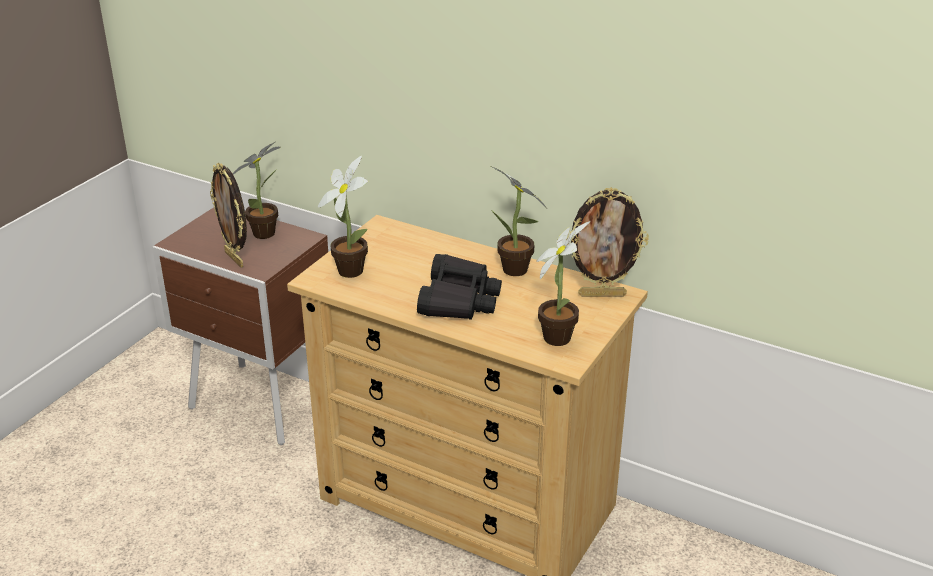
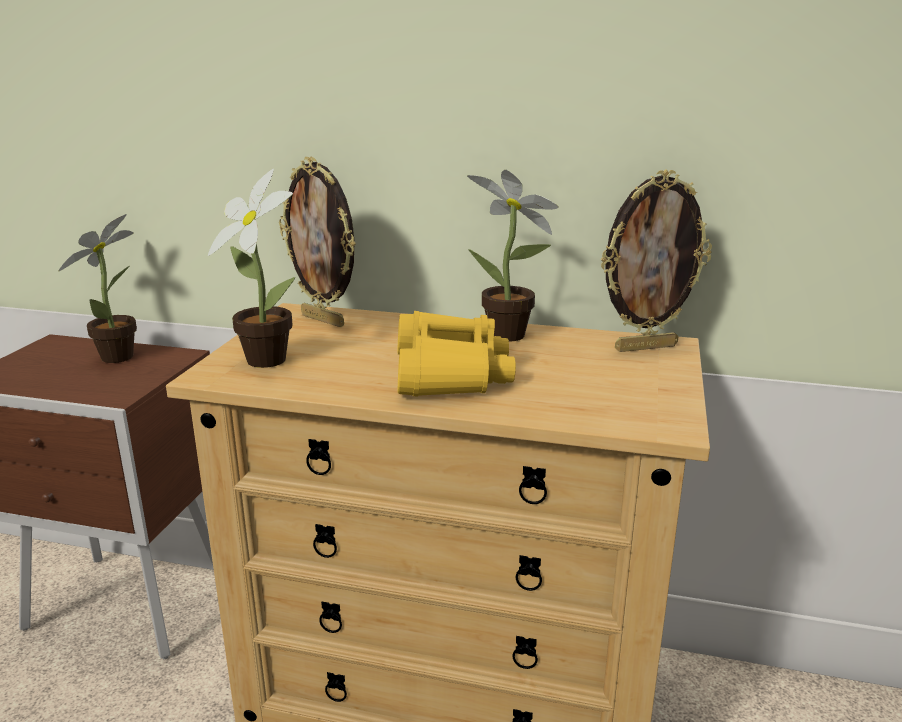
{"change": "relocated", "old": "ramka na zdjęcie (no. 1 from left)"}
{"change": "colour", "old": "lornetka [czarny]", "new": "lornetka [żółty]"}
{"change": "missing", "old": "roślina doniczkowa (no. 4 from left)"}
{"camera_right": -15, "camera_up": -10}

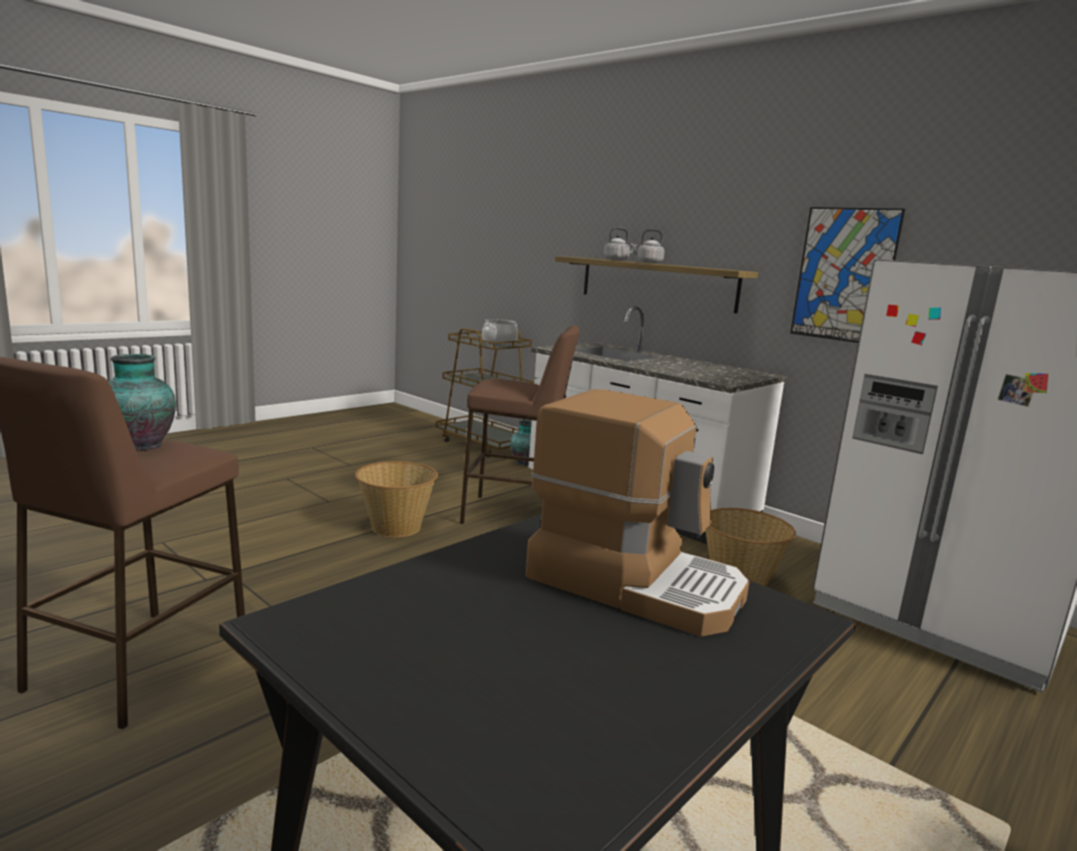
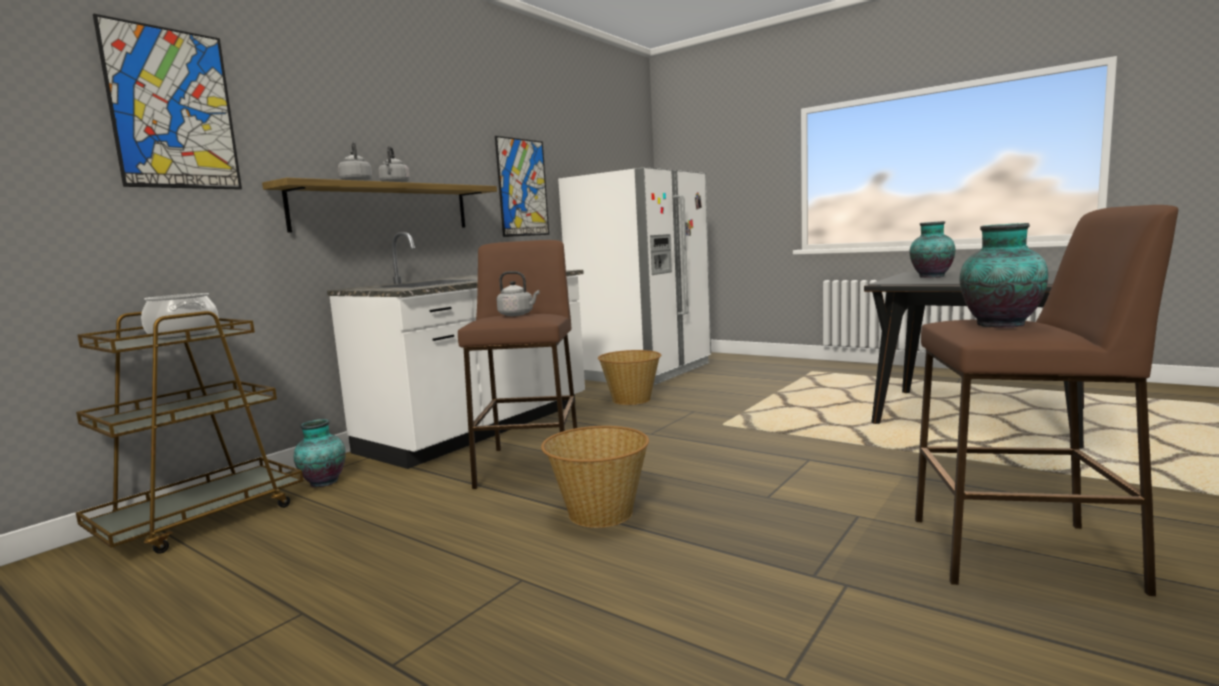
{"change": "appeared", "new": "obraz (no. 1 from left)"}
{"change": "appeared", "new": "czajnik [szary] (no. 3 from left)"}
{"change": "exchanged", "old": "ekspres do kawy", "new": "wazon (no. 2 from left)"}
{"camera_right": -95, "camera_up": -5}

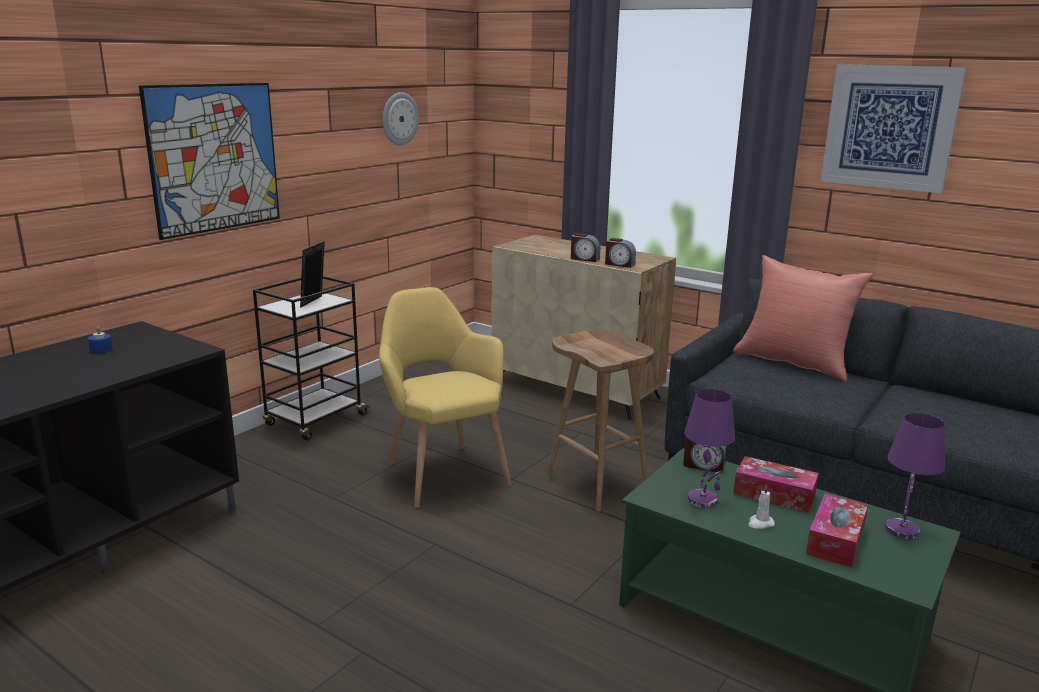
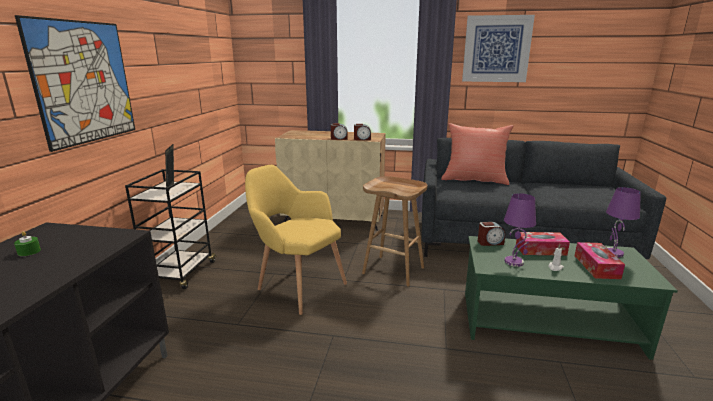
{"change": "colour", "old": "świeca [niebieski]", "new": "świeca [zielony]"}
{"change": "missing", "old": "zegar ścienny"}
{"camera_right": -25, "camera_up": 0}

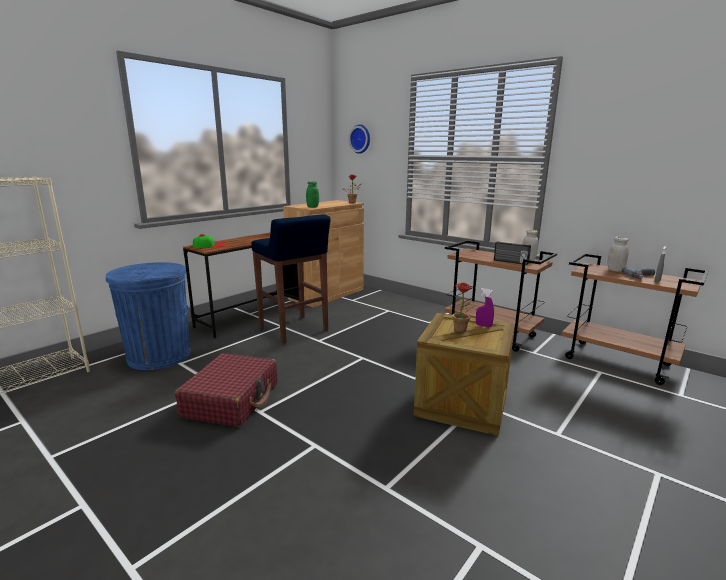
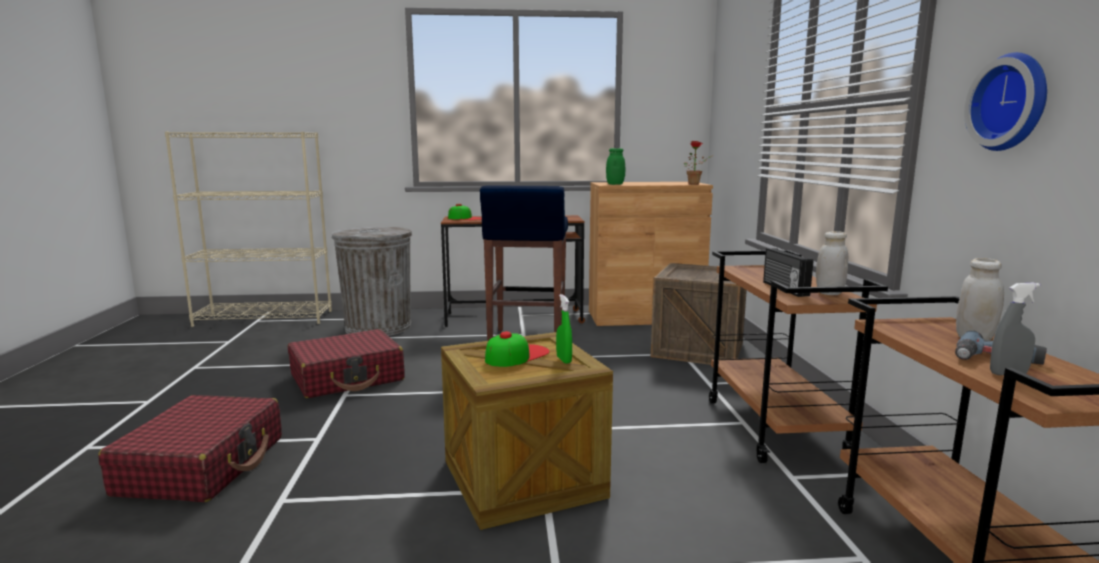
{"change": "appeared", "new": "walizka [czerwony] (no. 1 from left)"}
{"change": "colour", "old": "kosz na śmieci [niebieski]", "new": "kosz na śmieci [szary]"}
{"change": "exchanged", "old": "roślina doniczkowa (no. 2 from left)", "new": "czapka z daszkiem (no. 2 from left)"}
{"change": "colour", "old": "spryskiwacz [fioletowy]", "new": "spryskiwacz [zielony]"}
{"change": "appeared", "new": "skrzynka (no. 2 from left)"}
{"change": "relocated", "old": "zegar ścienny"}
{"camera_right": 45, "camera_up": -5}

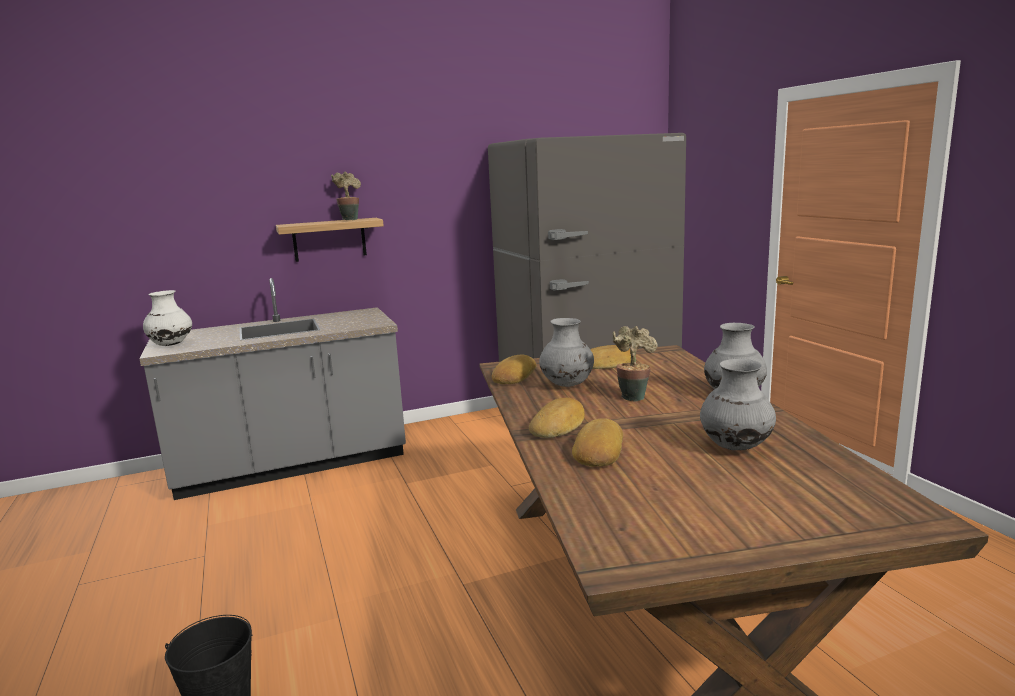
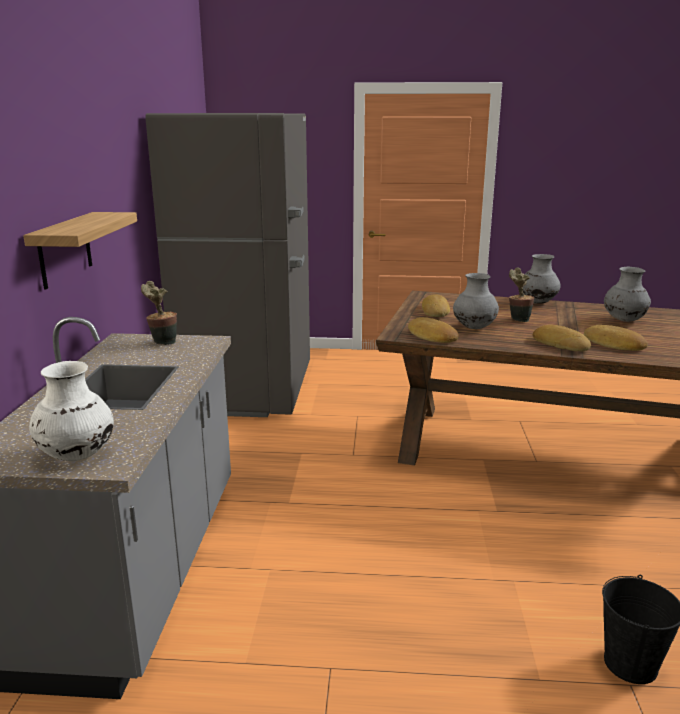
{"change": "relocated", "old": "roślina doniczkowa (no. 1 from left)"}
{"camera_right": -65, "camera_up": 5}

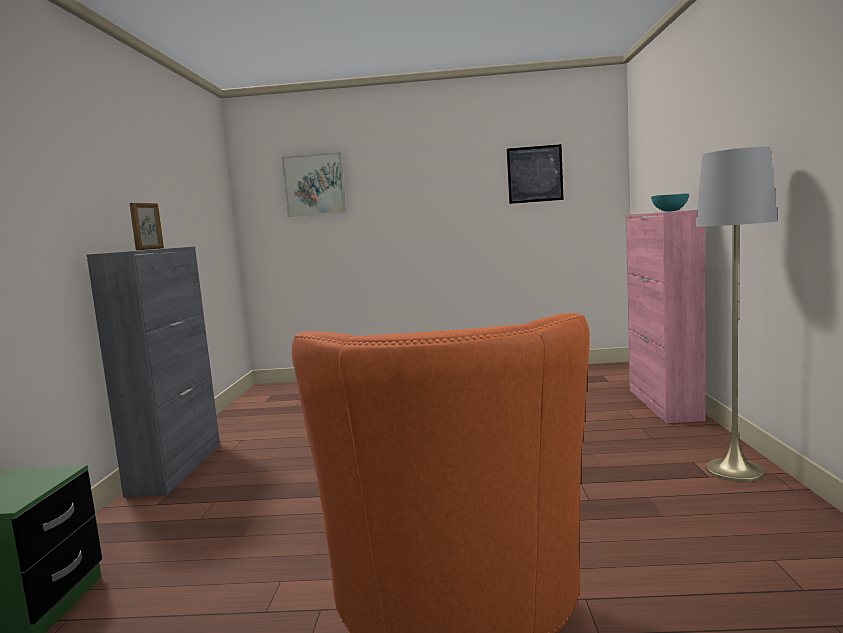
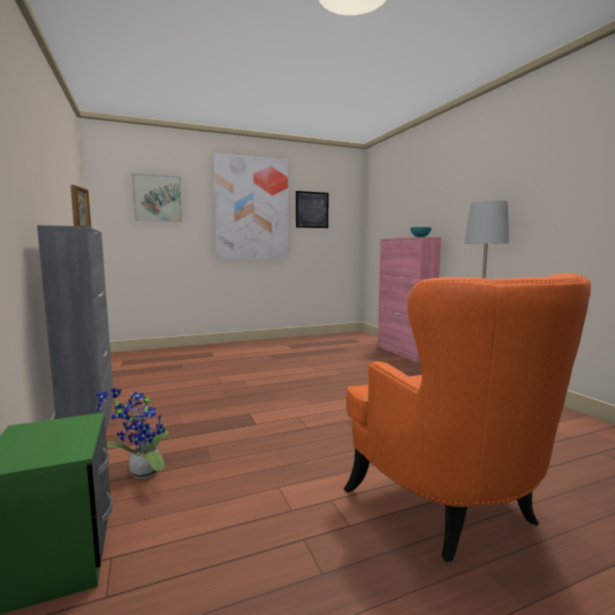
{"change": "appeared", "new": "roślina doniczkowa"}
{"change": "appeared", "new": "obraz (no. 2 from left)"}
{"camera_right": -25, "camera_up": 0}

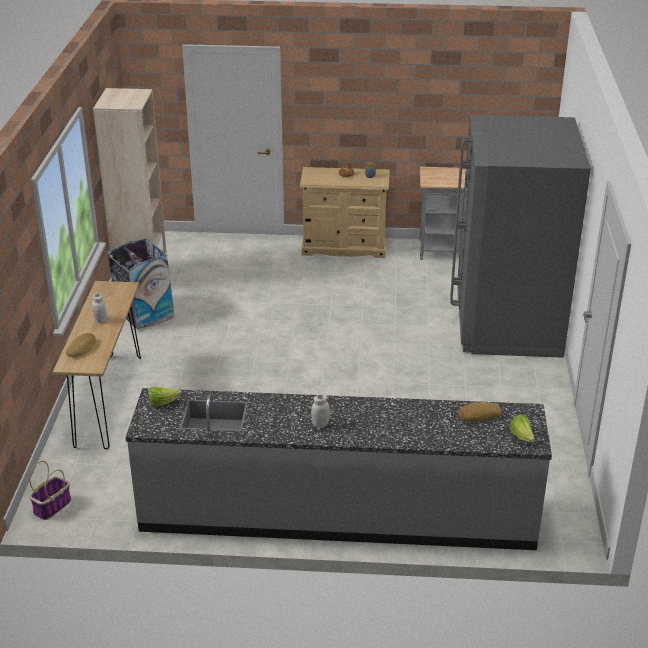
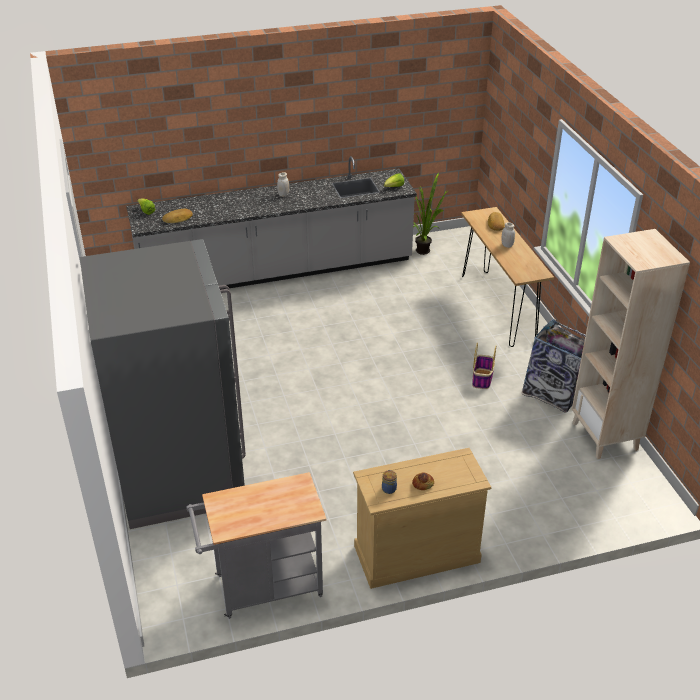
{"change": "appeared", "new": "roślina doniczkowa"}
{"change": "relocated", "old": "koszyk"}
{"camera_right": 160, "camera_up": 5}

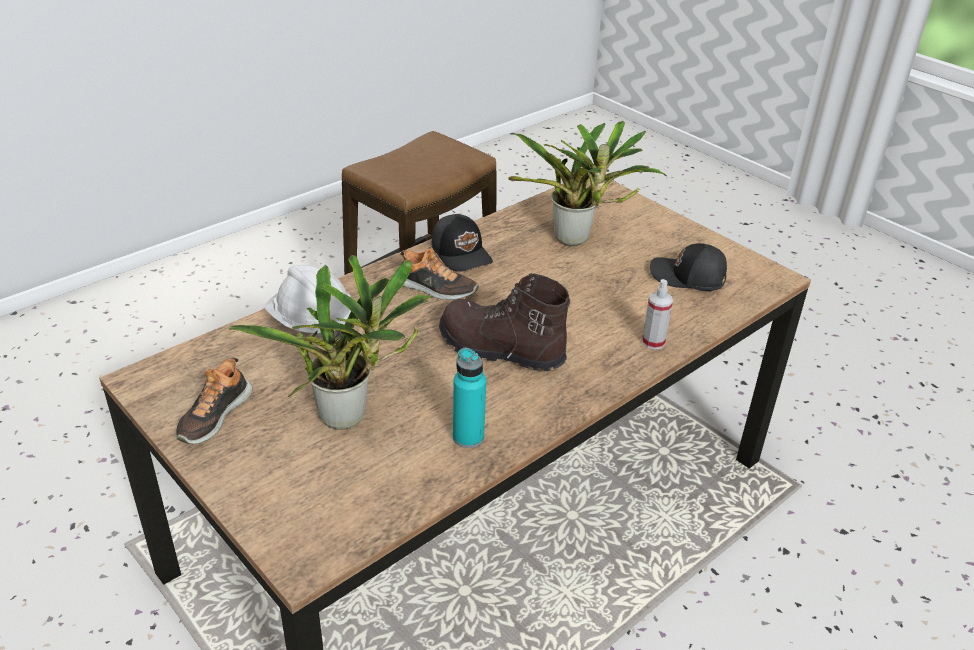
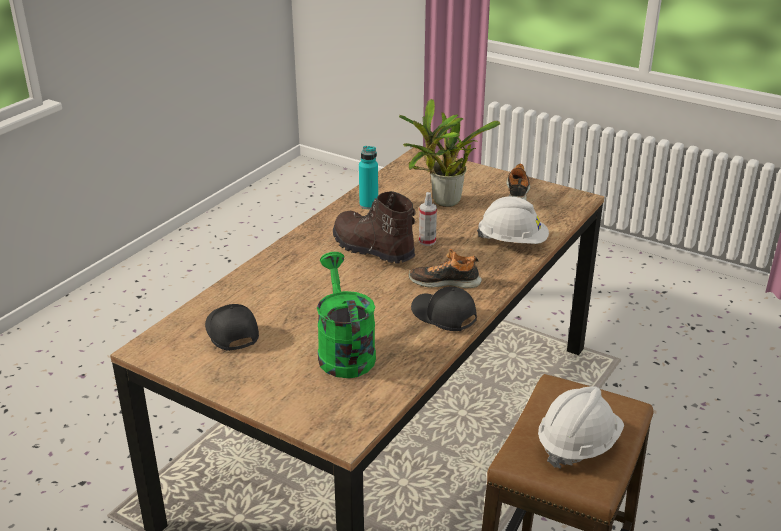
{"change": "spun", "old": "czapka z daszkiem [czarny] (no. 2 from left in the first image)", "degrees": -120}
{"change": "exchanged", "old": "roślina doniczkowa (no. 2 from left)", "new": "konewka [zielony]"}
{"change": "spun", "old": "but z cholewką [brązowy]", "degrees": -150}
{"change": "relocated", "old": "spryskiwacz"}
{"change": "appeared", "new": "kask [biały] (no. 2 from left)"}
{"camera_right": 165, "camera_up": -5}

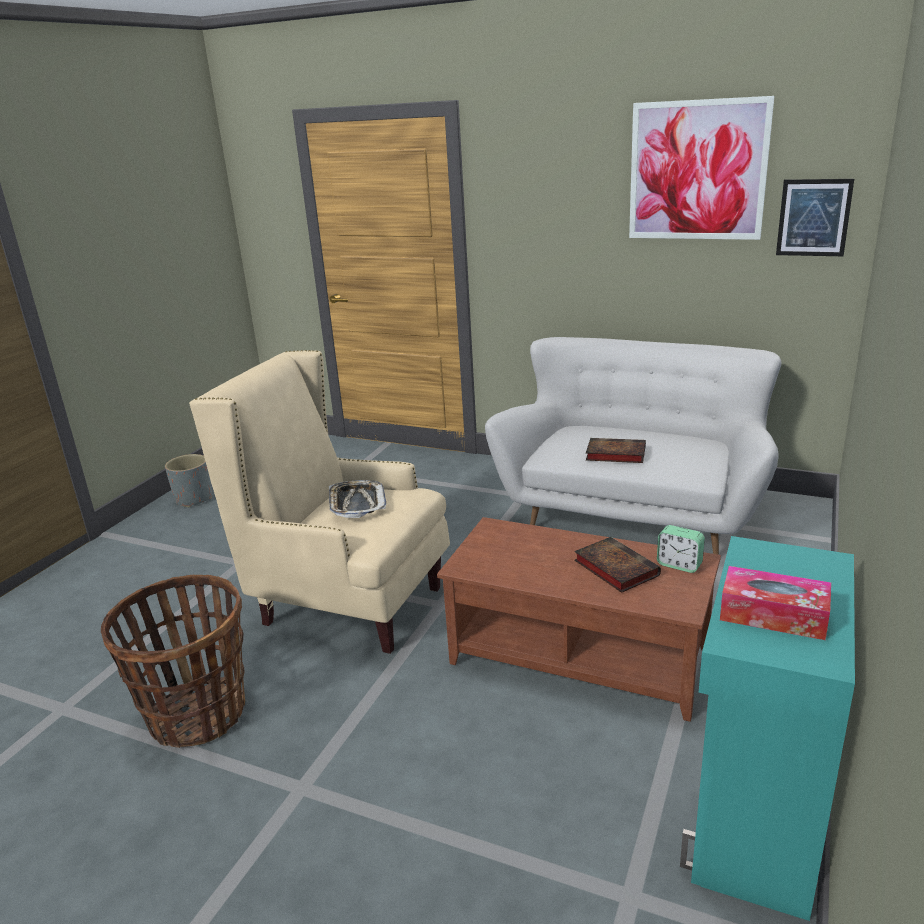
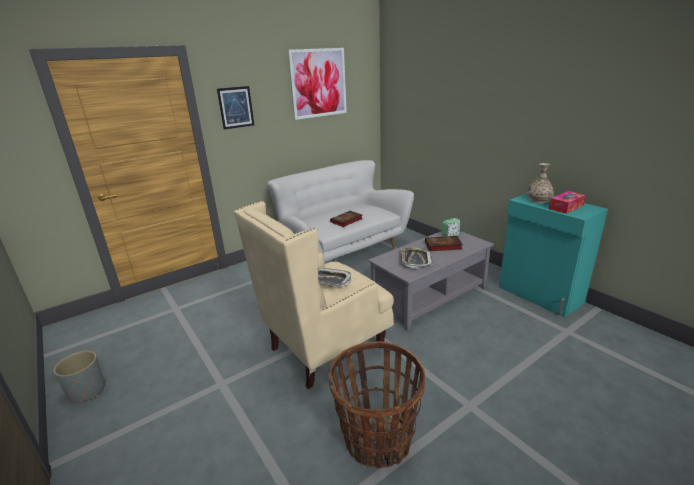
{"change": "relocated", "old": "obraz (no. 2 from left in the first image)", "new": "obraz (no. 1 from left)"}
{"change": "colour", "old": "ława [brązowy]", "new": "ława [szary]"}
{"change": "appeared", "new": "taca (no. 2 from left)"}
{"change": "appeared", "new": "wazon"}
{"camera_right": -60, "camera_up": 0}

